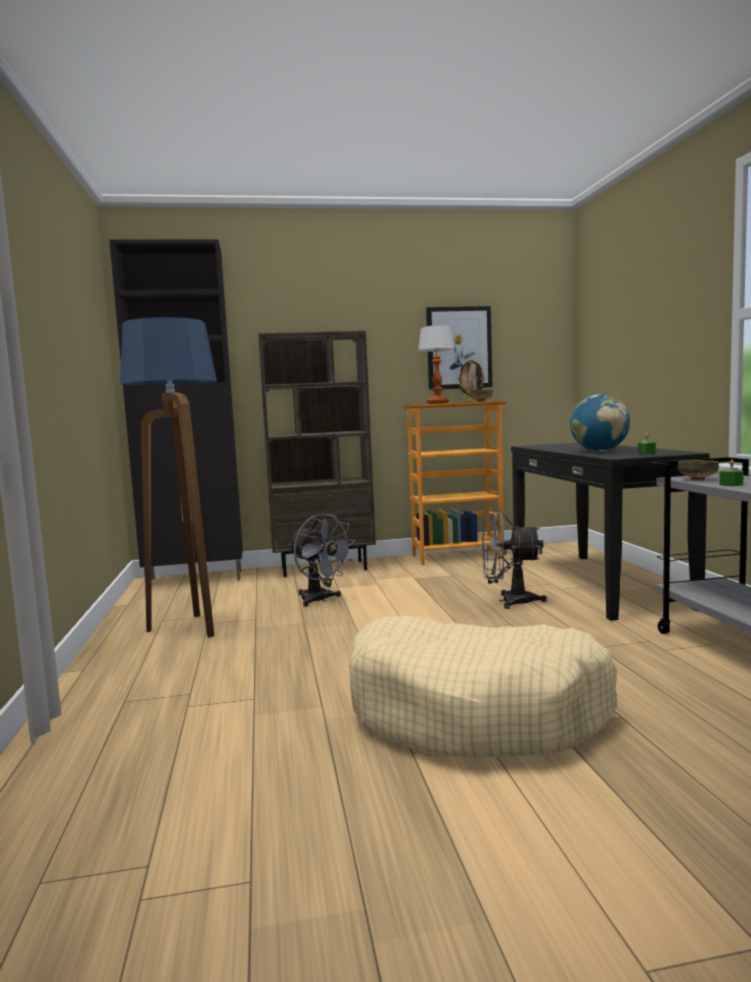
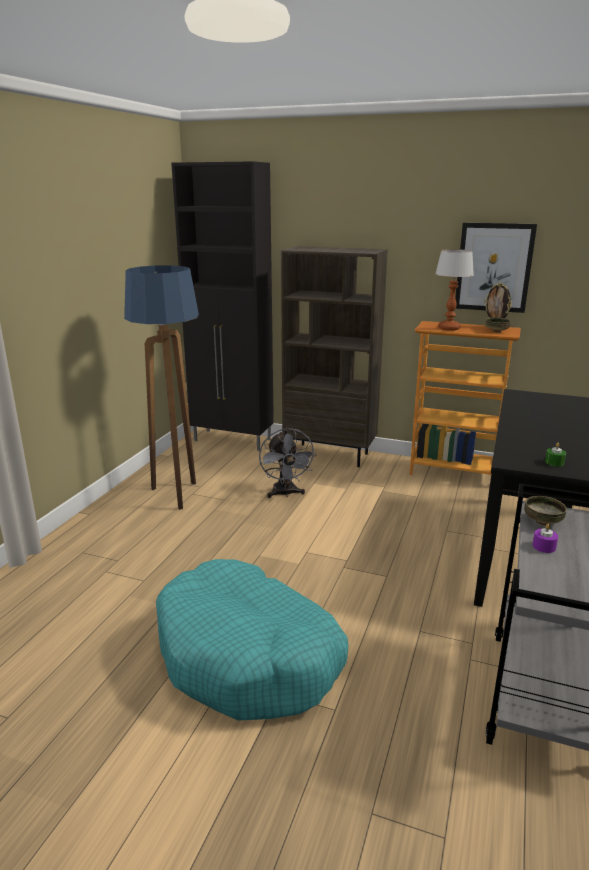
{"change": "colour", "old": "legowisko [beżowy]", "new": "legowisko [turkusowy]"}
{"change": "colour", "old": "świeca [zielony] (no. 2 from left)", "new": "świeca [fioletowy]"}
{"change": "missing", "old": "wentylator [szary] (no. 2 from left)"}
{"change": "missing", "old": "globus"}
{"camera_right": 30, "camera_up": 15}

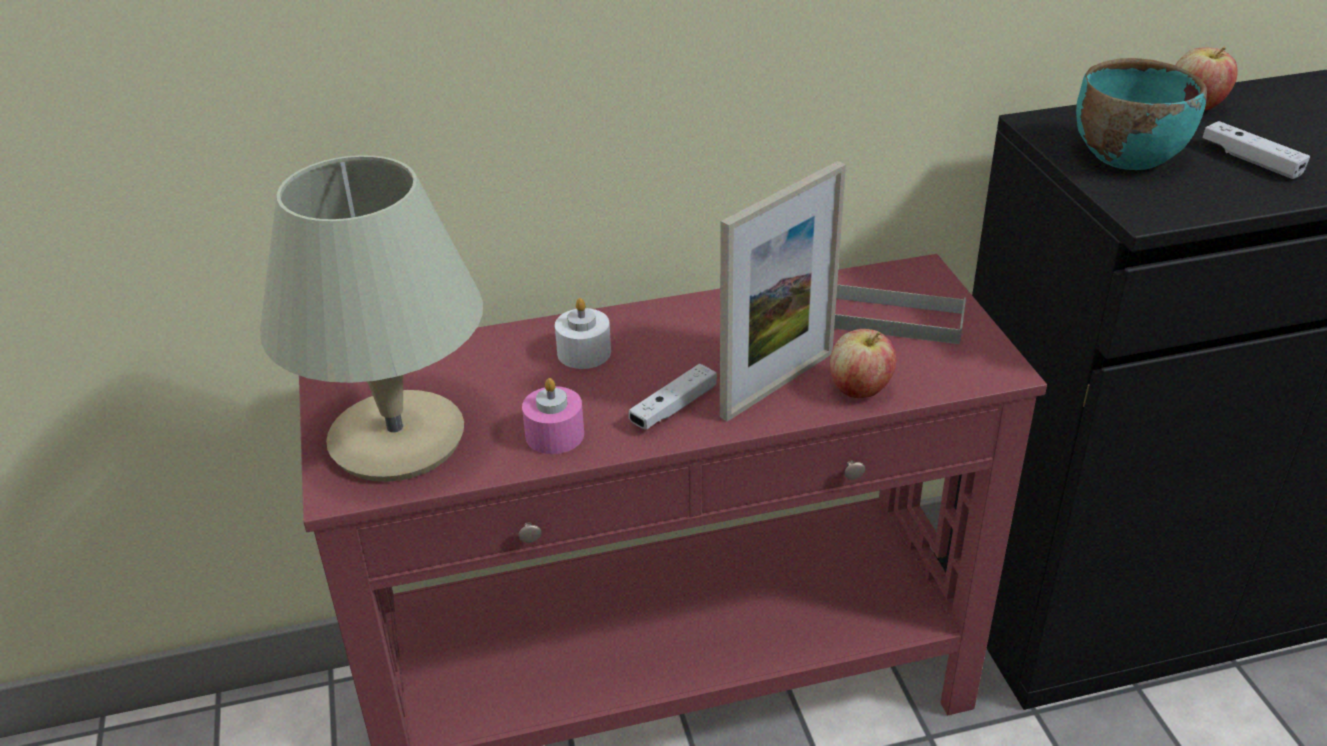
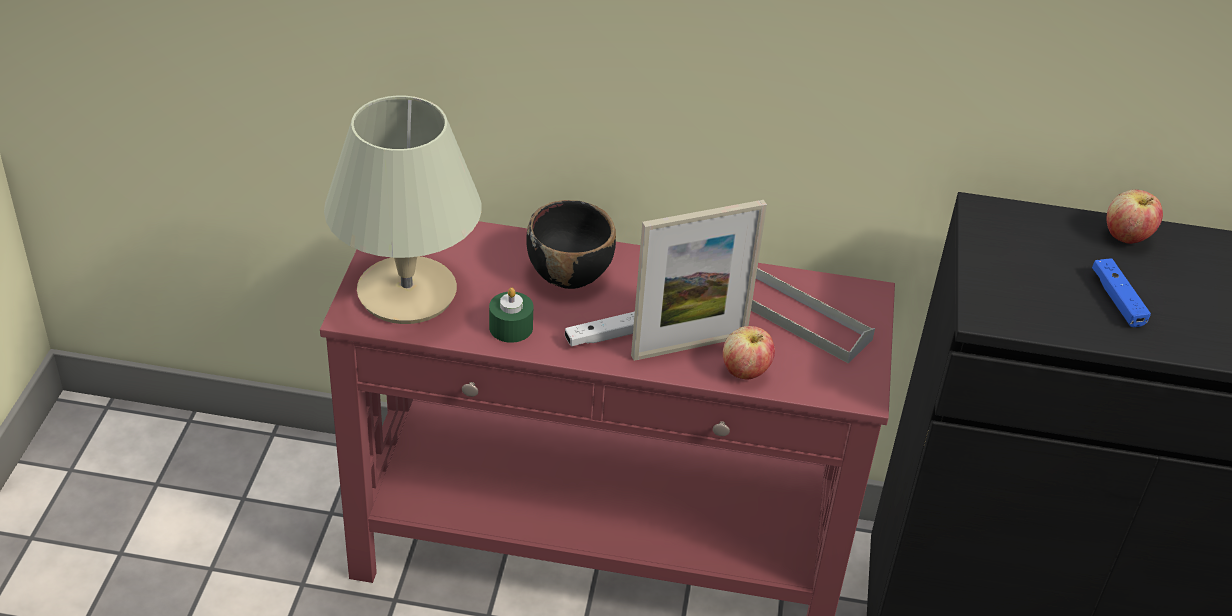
{"change": "colour", "old": "świeca [różowy]", "new": "świeca [zielony]"}
{"change": "exchanged", "old": "świeca [biały]", "new": "miska [czarny]"}
{"change": "colour", "old": "pad do gier [biały] (no. 2 from left)", "new": "pad do gier [niebieski]"}
{"change": "missing", "old": "miska [turkusowy]"}
{"camera_right": 20, "camera_up": 5}

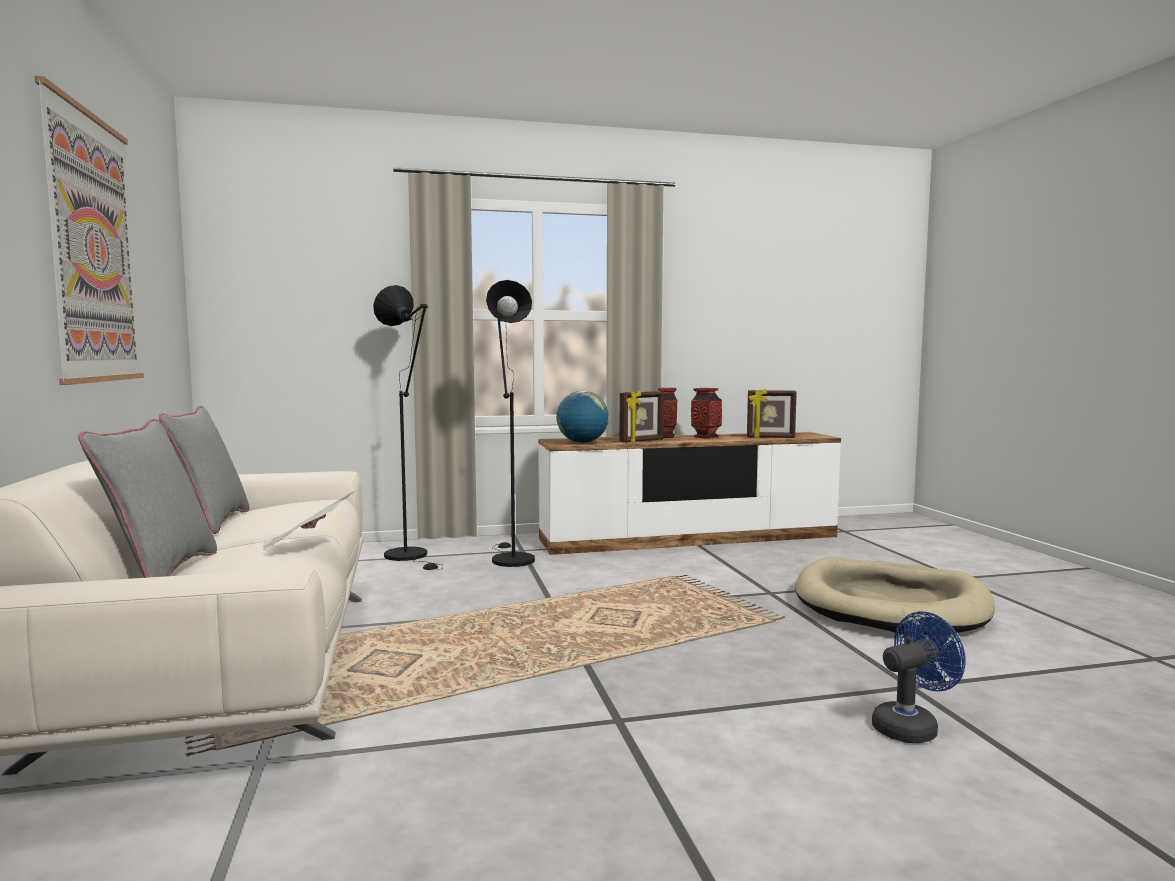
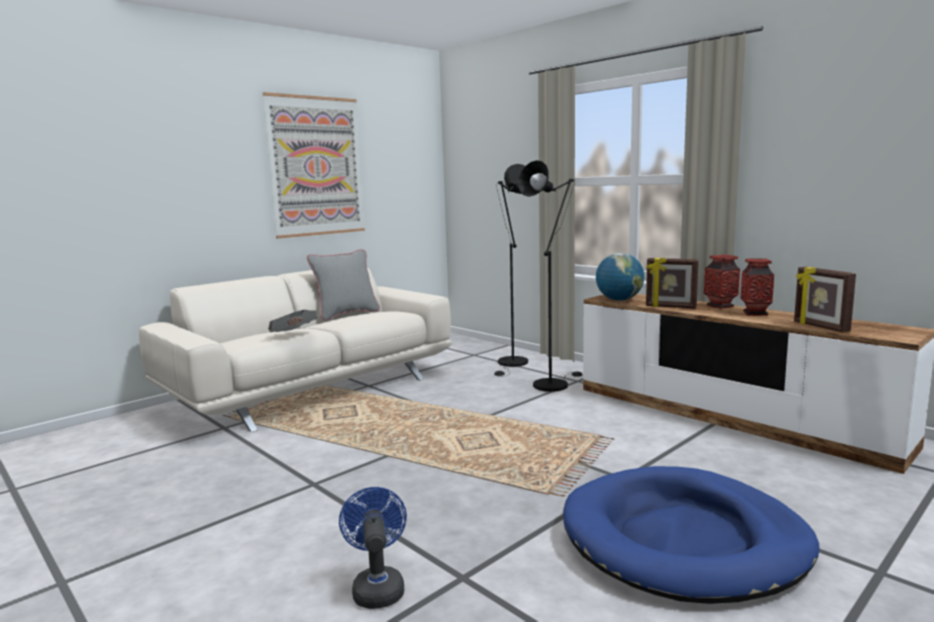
{"change": "spun", "old": "wentylator [niebieski]", "degrees": -135}
{"change": "colour", "old": "legowisko [beżowy]", "new": "legowisko [niebieski]"}
{"change": "missing", "old": "poduszka [szary] (no. 1 from left)"}
{"camera_right": 60, "camera_up": 5}

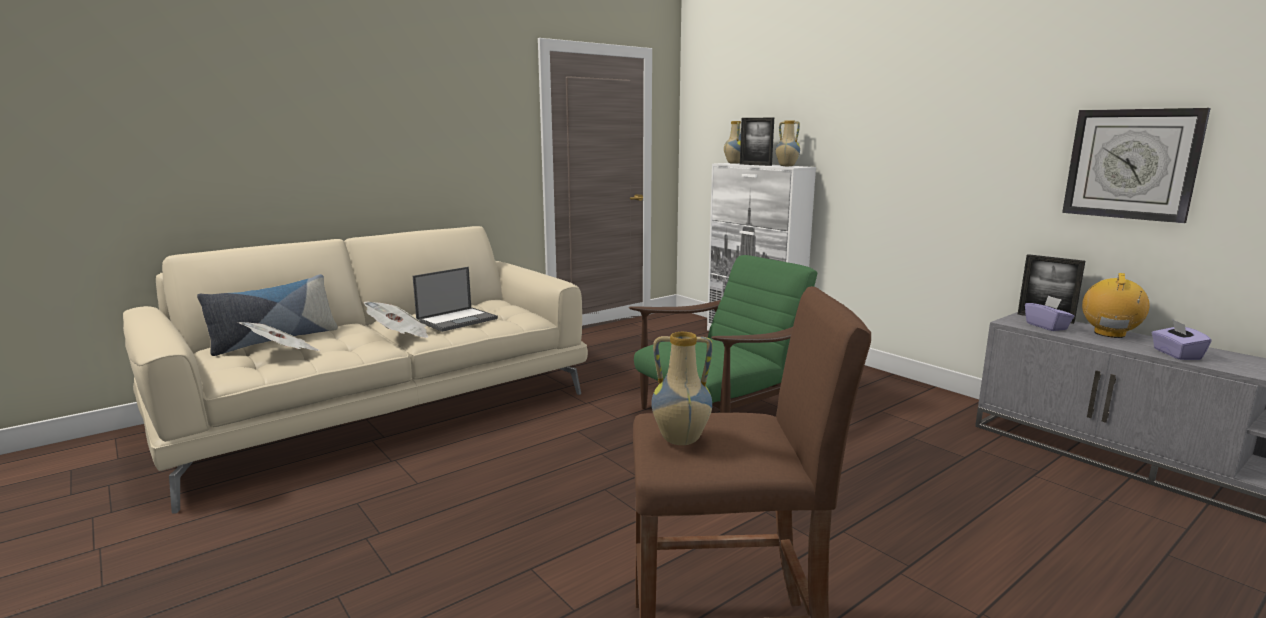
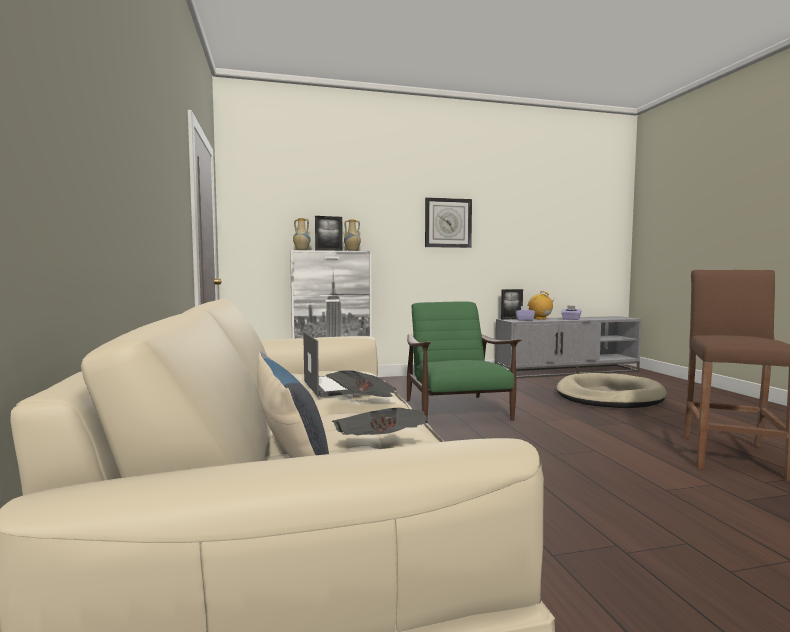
{"change": "relocated", "old": "zegar ścienny"}
{"change": "appeared", "new": "legowisko [beżowy]"}
{"change": "missing", "old": "wazon (no. 1 from left)"}
{"camera_right": -65, "camera_up": -10}

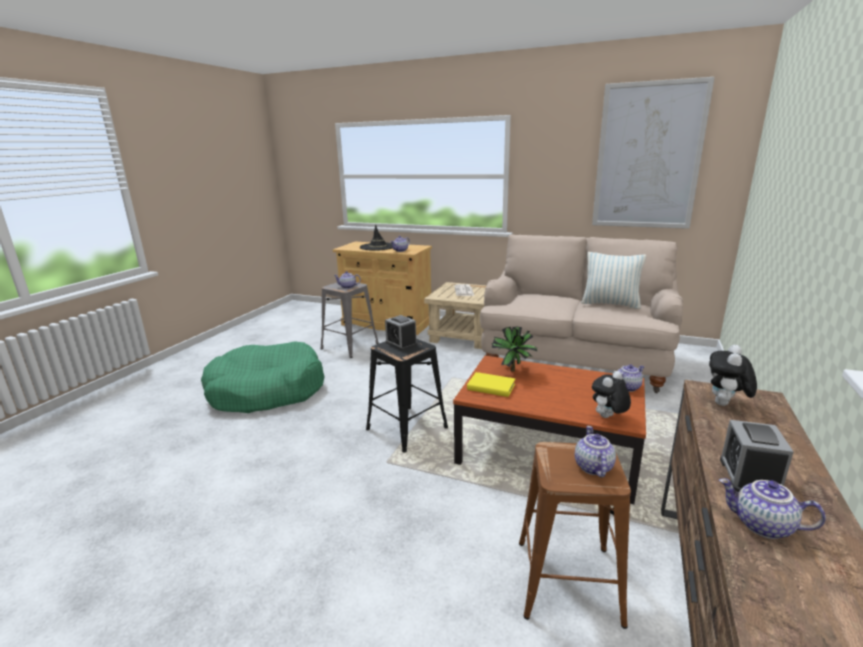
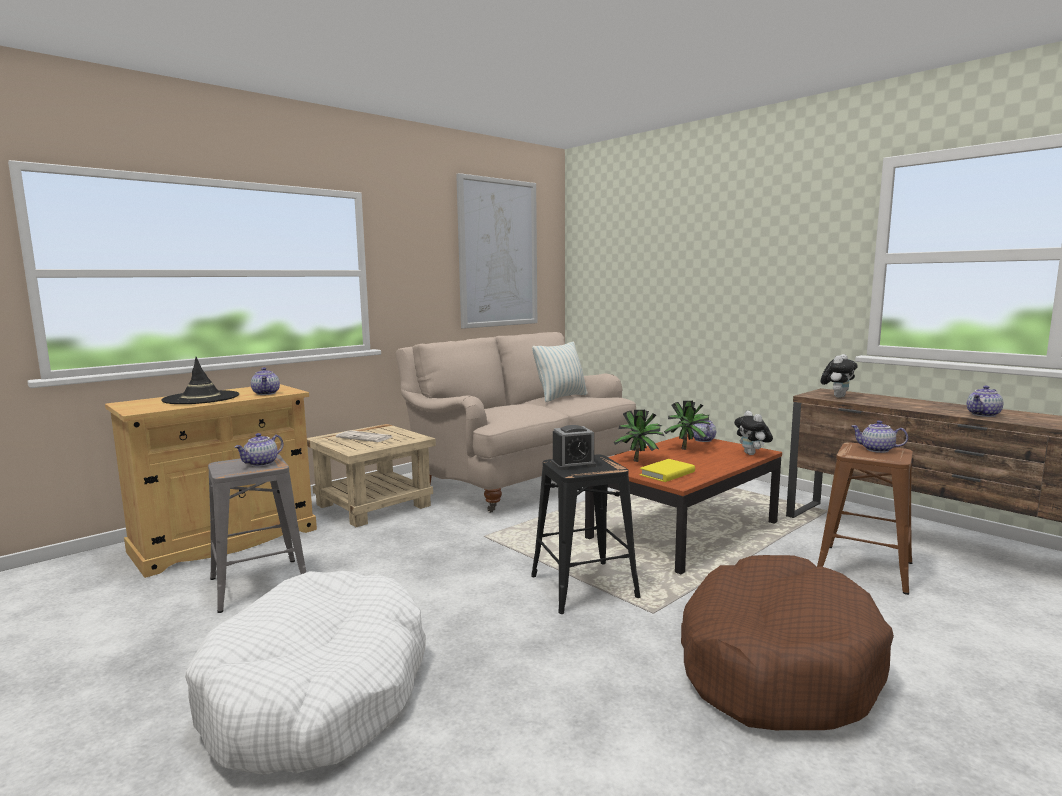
{"change": "colour", "old": "legowisko [zielony]", "new": "legowisko [biały]"}
{"change": "appeared", "new": "roślina doniczkowa (no. 2 from left)"}
{"change": "appeared", "new": "legowisko [brązowy]"}
{"change": "spun", "old": "pluszak (no. 2 from left)", "degrees": -105}
{"change": "missing", "old": "budzik (no. 2 from left)"}
{"camera_right": -65, "camera_up": -10}

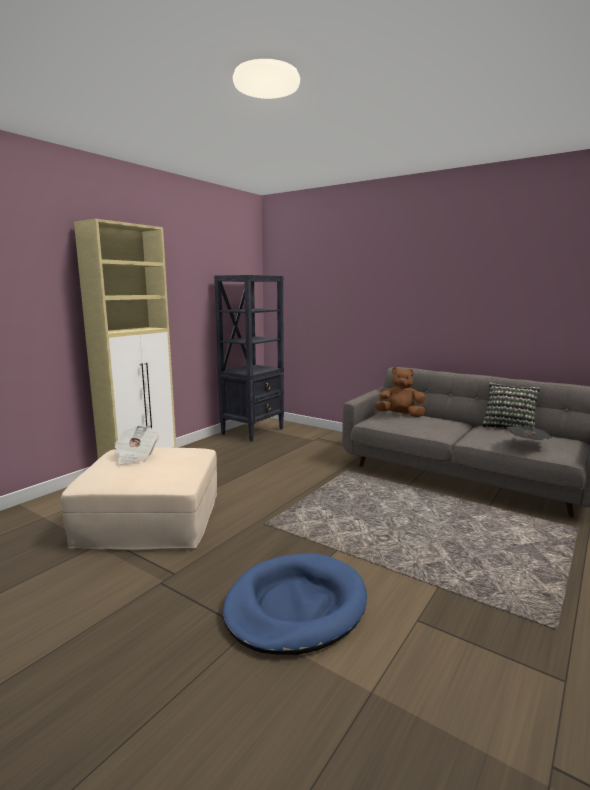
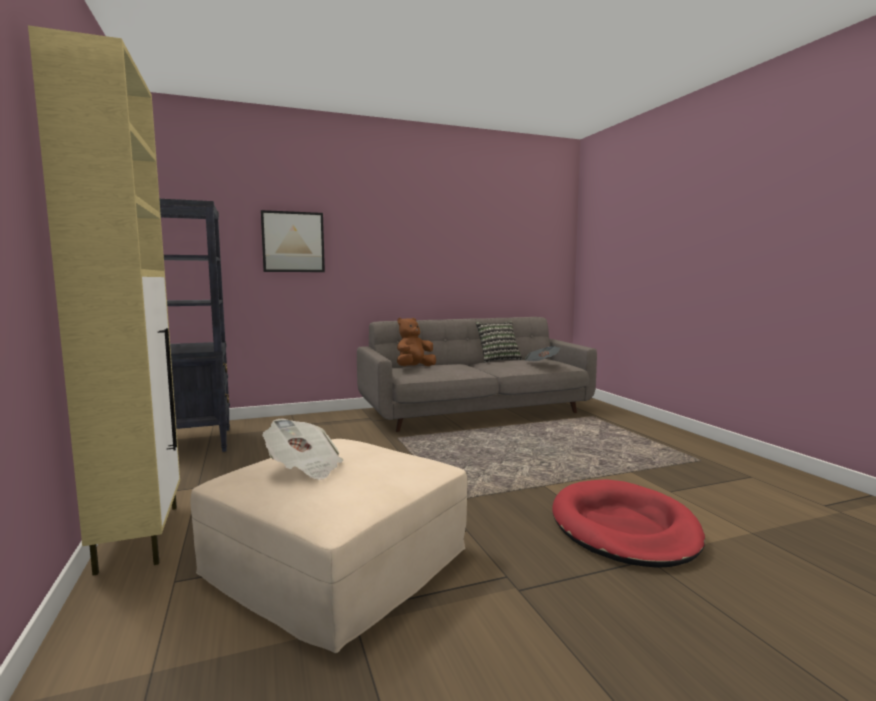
{"change": "appeared", "new": "obraz"}
{"change": "colour", "old": "legowisko [niebieski]", "new": "legowisko [czerwony]"}
{"camera_right": -55, "camera_up": -5}

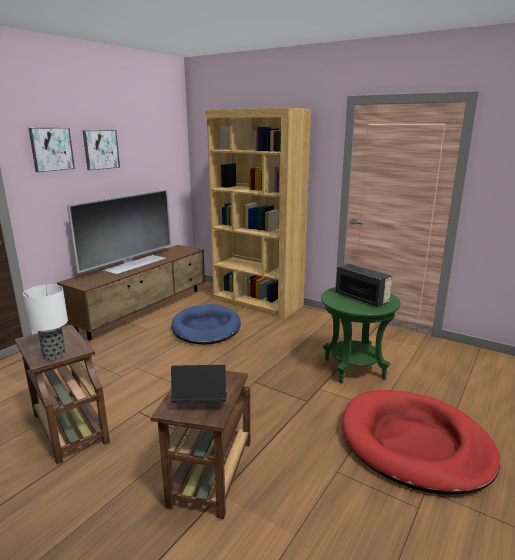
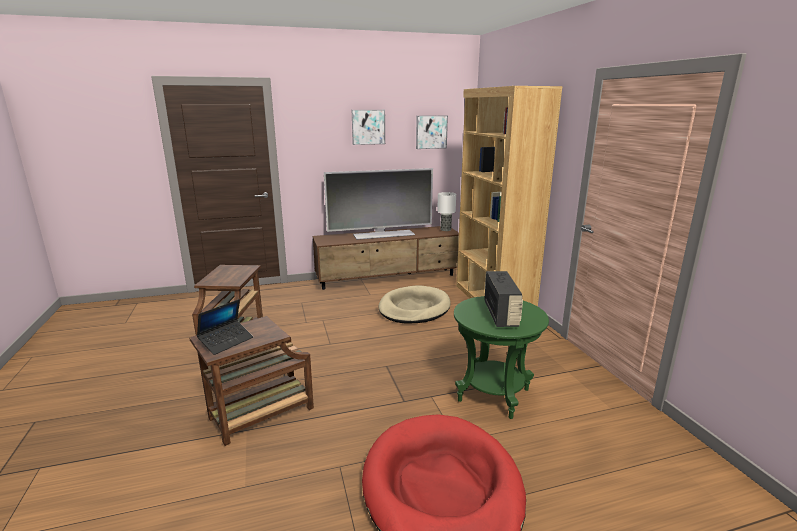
{"change": "spun", "old": "laptop", "degrees": 90}
{"change": "colour", "old": "legowisko [niebieski]", "new": "legowisko [beżowy]"}
{"change": "relocated", "old": "obraz (no. 1 from left in the first image)", "new": "obraz (no. 2 from left)"}
{"change": "relocated", "old": "lampa stołowa"}
{"camera_right": 40, "camera_up": 0}

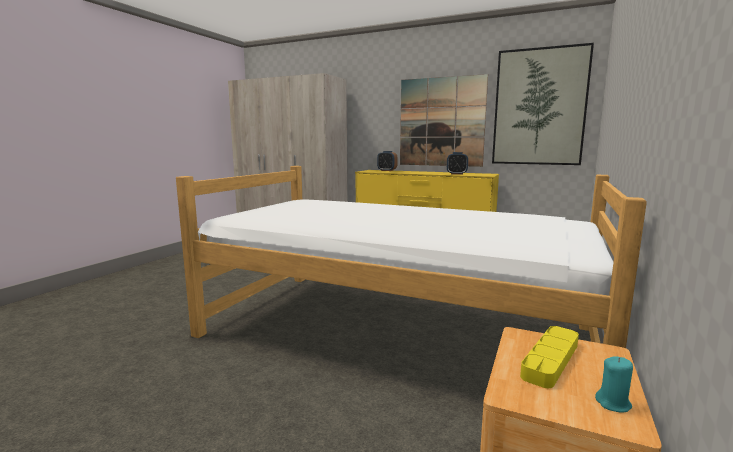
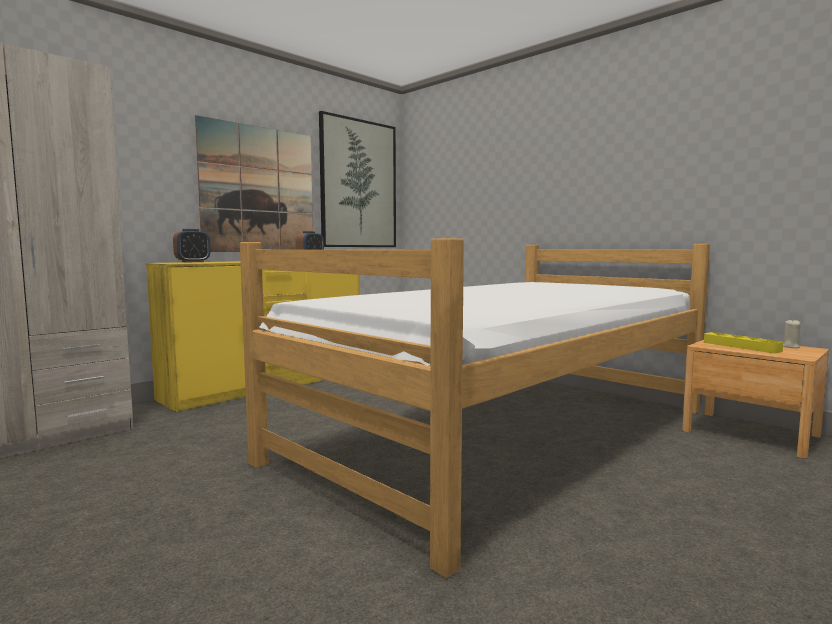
{"change": "colour", "old": "świeca [turkusowy]", "new": "świeca [beżowy]"}
{"camera_right": -70, "camera_up": -5}

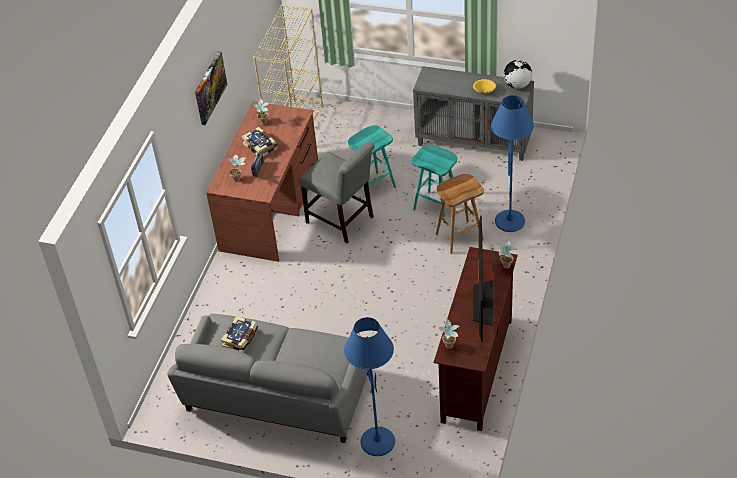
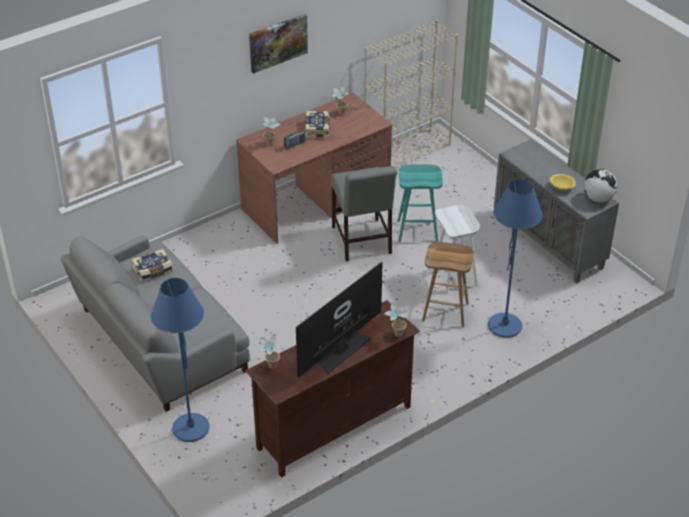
{"change": "colour", "old": "stołek [turkusowy] (no. 2 from left)", "new": "stołek [biały]"}
{"camera_right": 35, "camera_up": -5}

